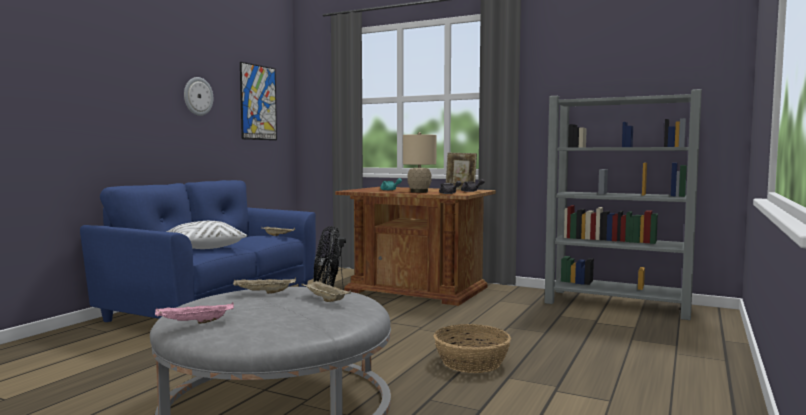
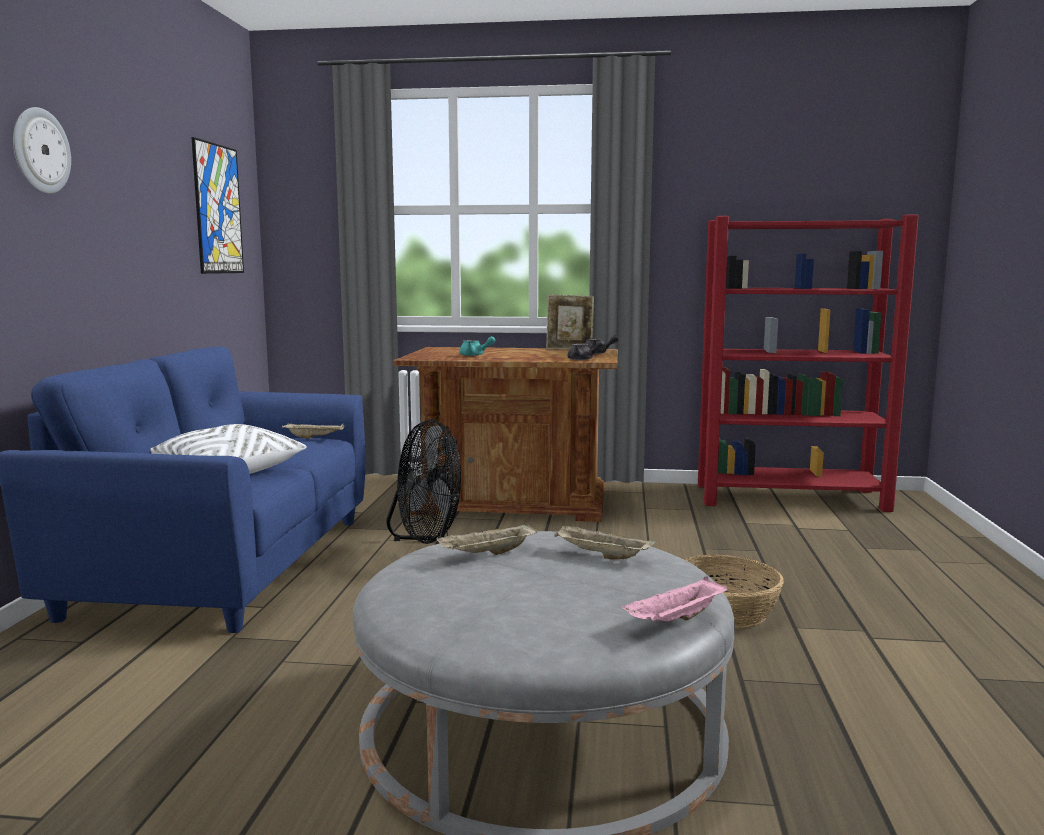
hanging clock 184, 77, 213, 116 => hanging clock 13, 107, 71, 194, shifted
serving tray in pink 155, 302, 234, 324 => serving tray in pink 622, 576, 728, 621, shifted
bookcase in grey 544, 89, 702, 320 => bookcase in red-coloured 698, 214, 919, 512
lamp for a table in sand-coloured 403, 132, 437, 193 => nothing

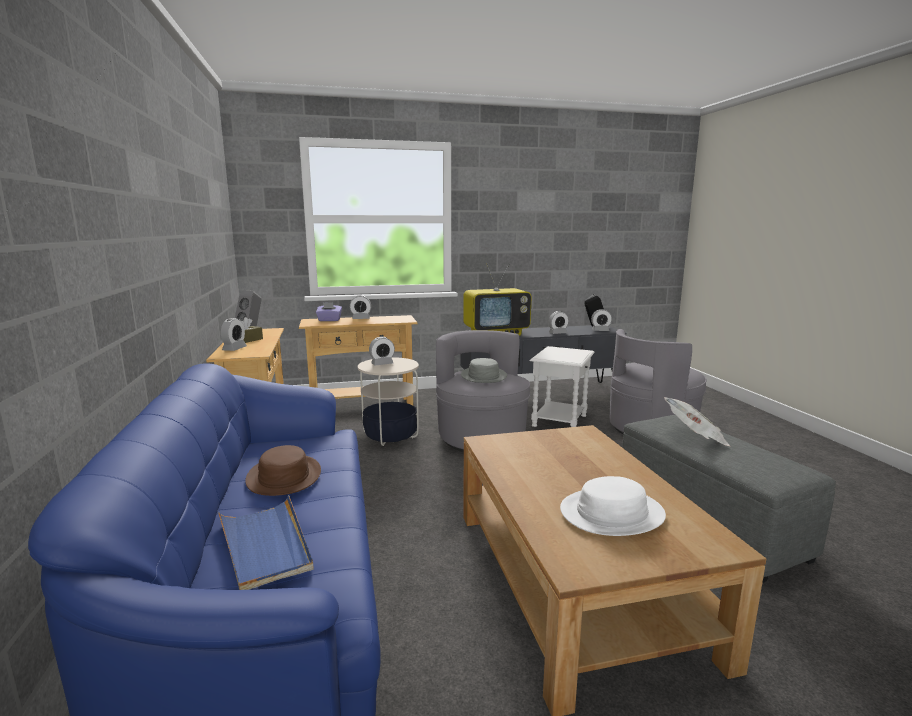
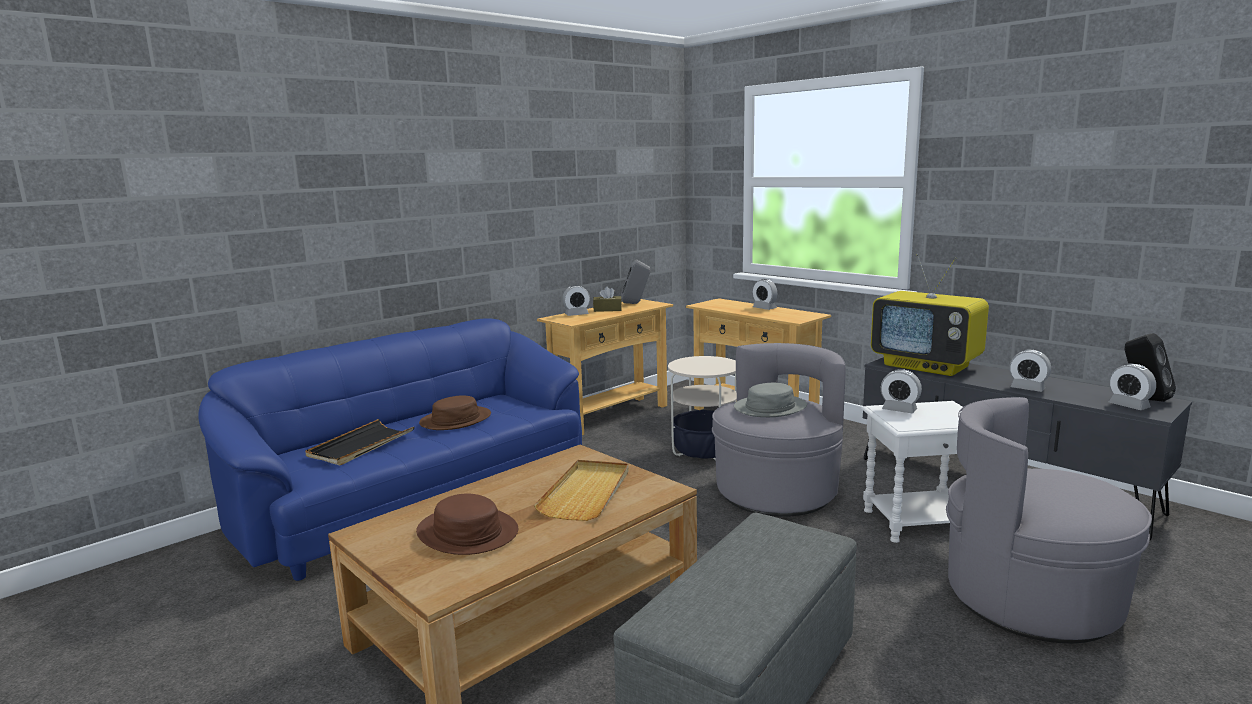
serving tray in blue-coloured 218, 495, 314, 590 => serving tray in black-coloured 305, 419, 415, 466
hat in whitish 560, 476, 666, 536 => hat in brownish 416, 493, 518, 555
nothing => serving tray in sand-coloured 534, 460, 629, 521
bedside clock 369, 337, 395, 366 => bedside clock 881, 369, 922, 413, shifted
box of tissues in purplish 316, 302, 342, 321 => nothing
printed paper 664, 397, 730, 446 => nothing

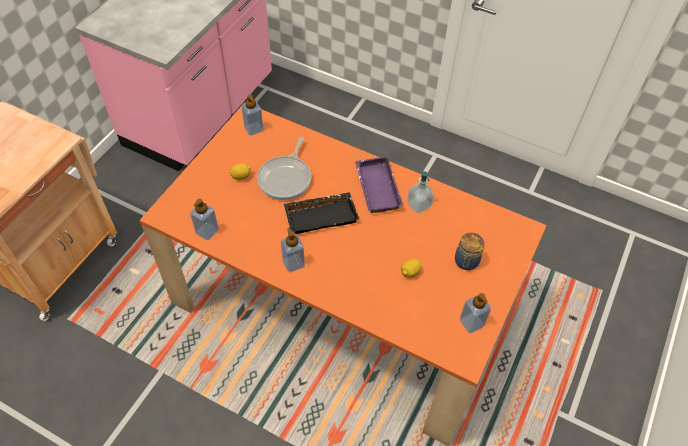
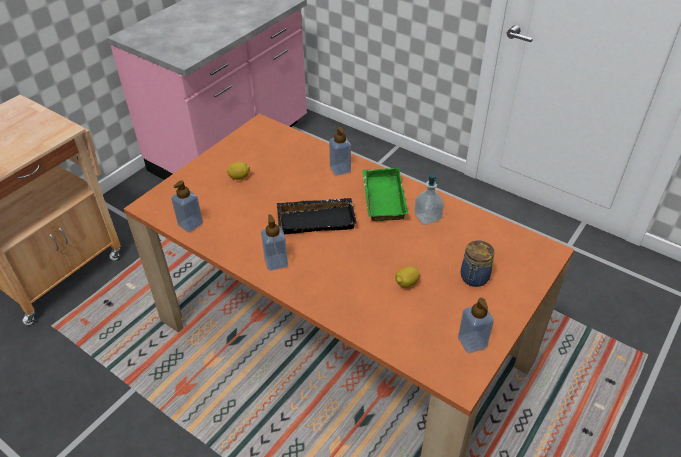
soap dispenser 241, 94, 264, 136 => soap dispenser 329, 127, 351, 176, shifted
serving tray in purplish 355, 156, 403, 213 => serving tray in greenish 362, 168, 408, 221
skillet 257, 136, 311, 200 => nothing

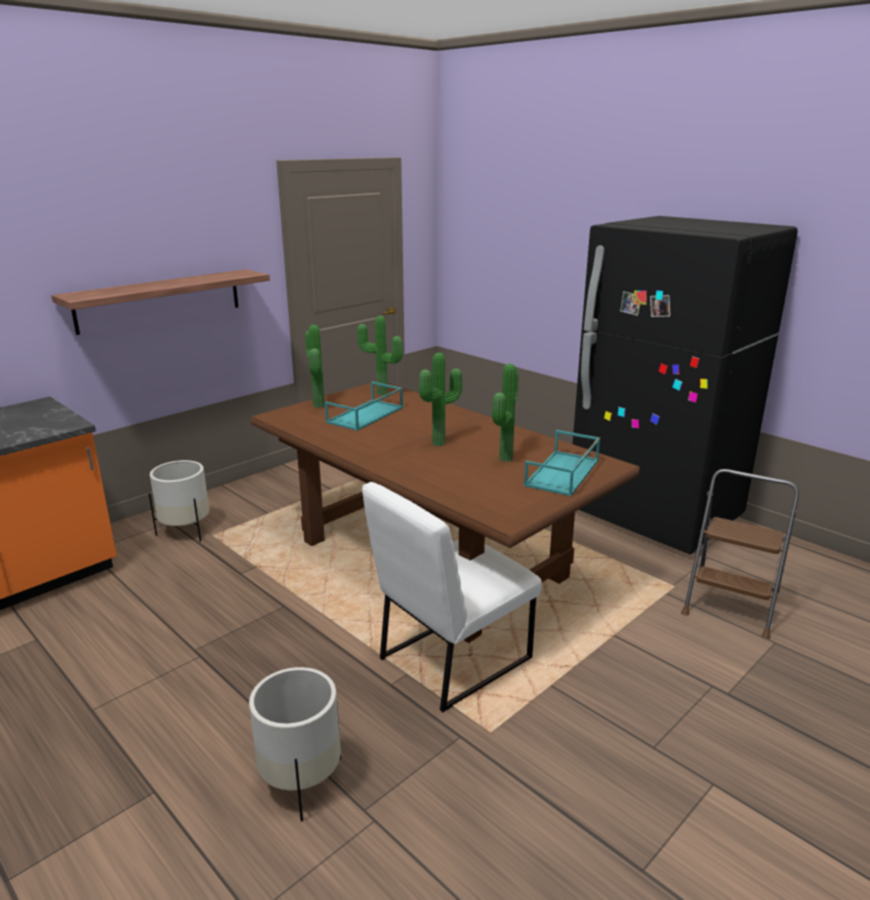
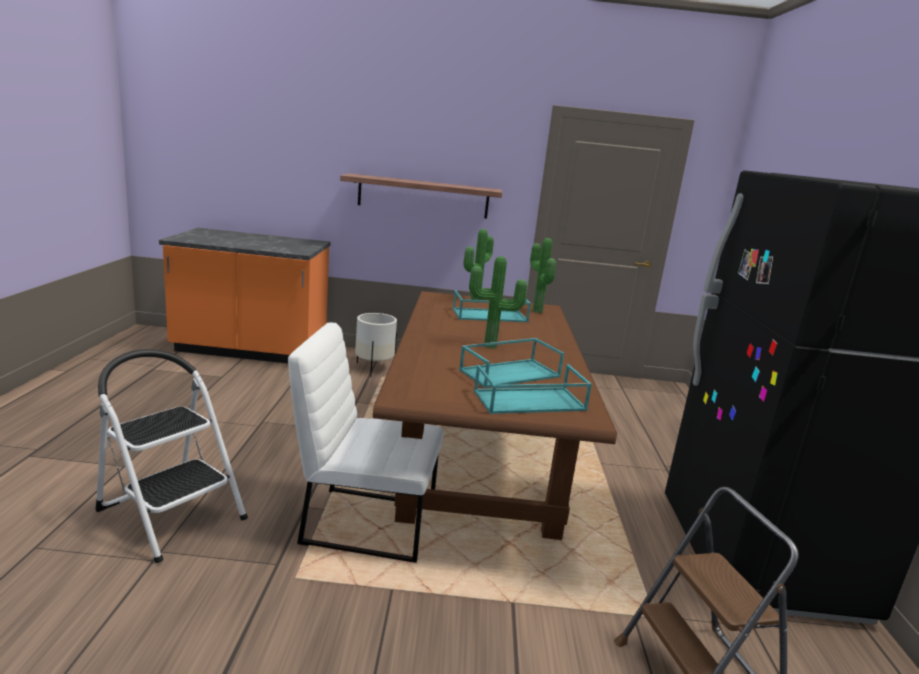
flower pot in whitish 249, 667, 341, 821 => stepladder 96, 349, 248, 563
plant in a pot 492, 364, 518, 462 => serving tray in turquoise-coloured 459, 338, 564, 388

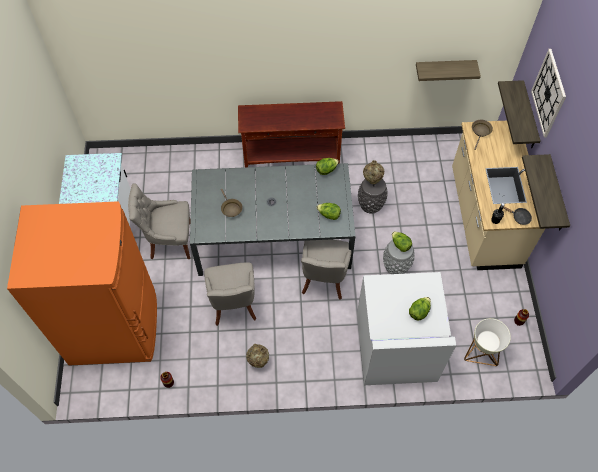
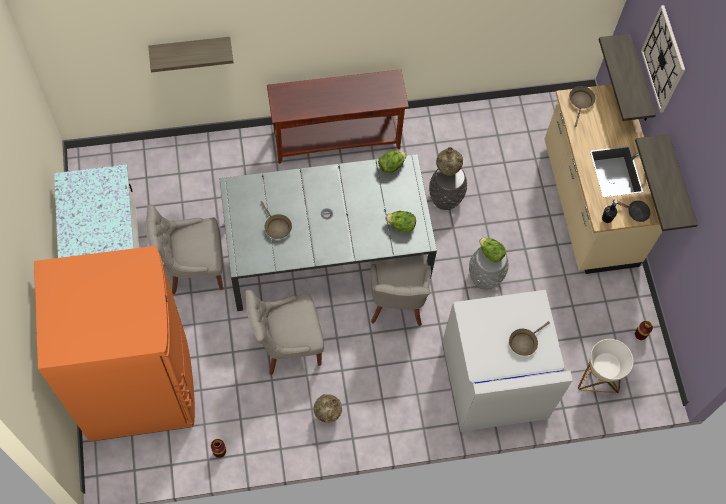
wall shelf 416, 60, 481, 81 => wall shelf 148, 37, 234, 72, shifted
upright chair in grey 204, 262, 256, 326 => upright chair in grey 245, 290, 324, 375, 90 degrees clockwise
lettuce head 409, 297, 431, 320 => skillet in brownish 509, 321, 550, 356

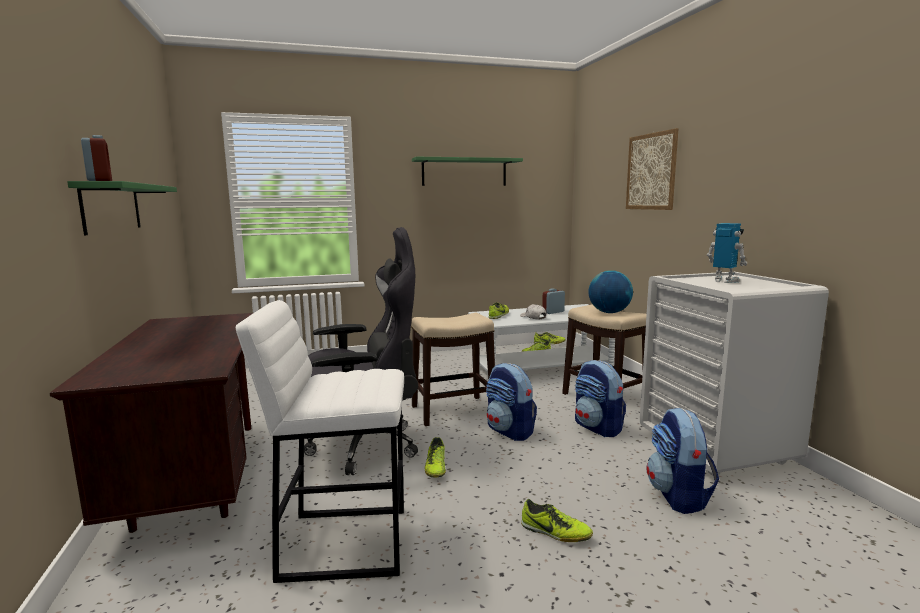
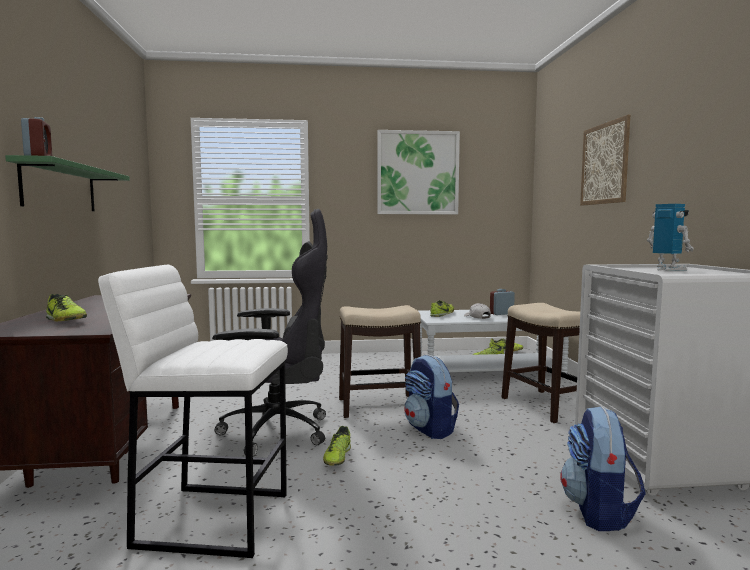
item of footwear 521, 499, 593, 542 => item of footwear 46, 294, 87, 321, shifted
wall shelf in greenish 412, 157, 523, 186 => wall art 377, 130, 460, 214
rucksack 575, 360, 626, 437 => nothing
world globe 588, 270, 633, 313 => nothing

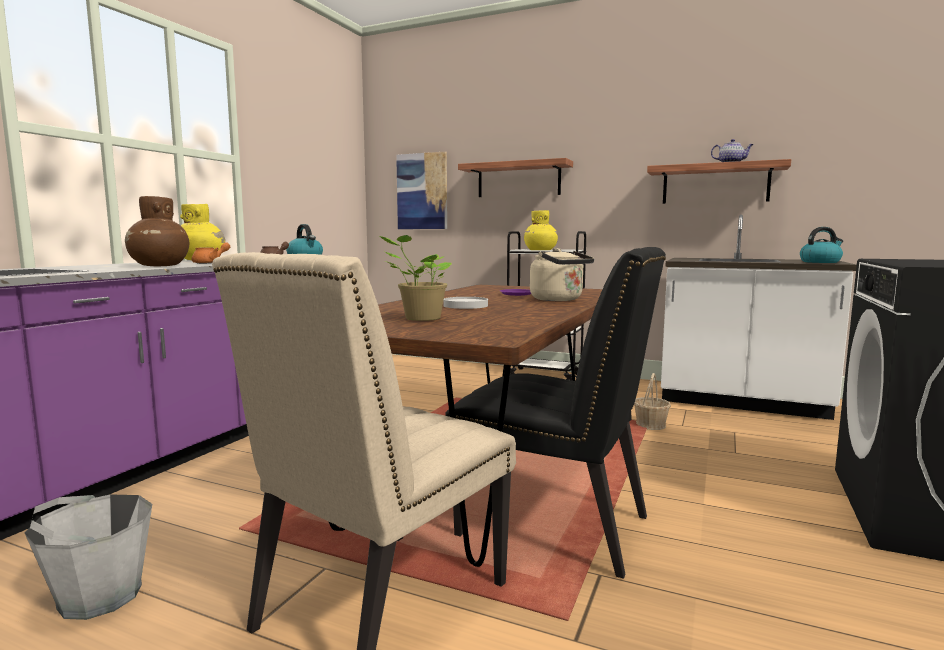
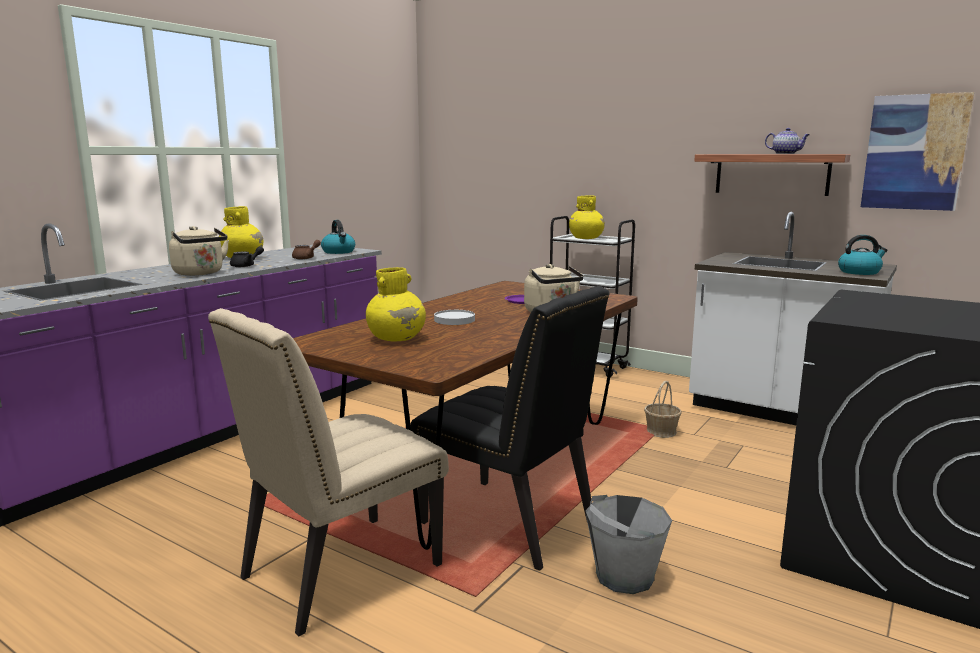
flower vase in brownish 125, 196, 189, 266 => water kettle in sand-coloured 169, 226, 229, 276
teapot in orangey 191, 242, 230, 264 => teapot in black-coloured 230, 246, 264, 267
plant in a pot 380, 235, 452, 321 => flower vase in yellow 366, 267, 426, 341
pail in grey 25, 494, 152, 620 => pail in grey 585, 495, 672, 594, shifted
wall art 396, 152, 447, 229 => wall art 861, 92, 974, 211, shifted
wall shelf 458, 158, 573, 197 => nothing

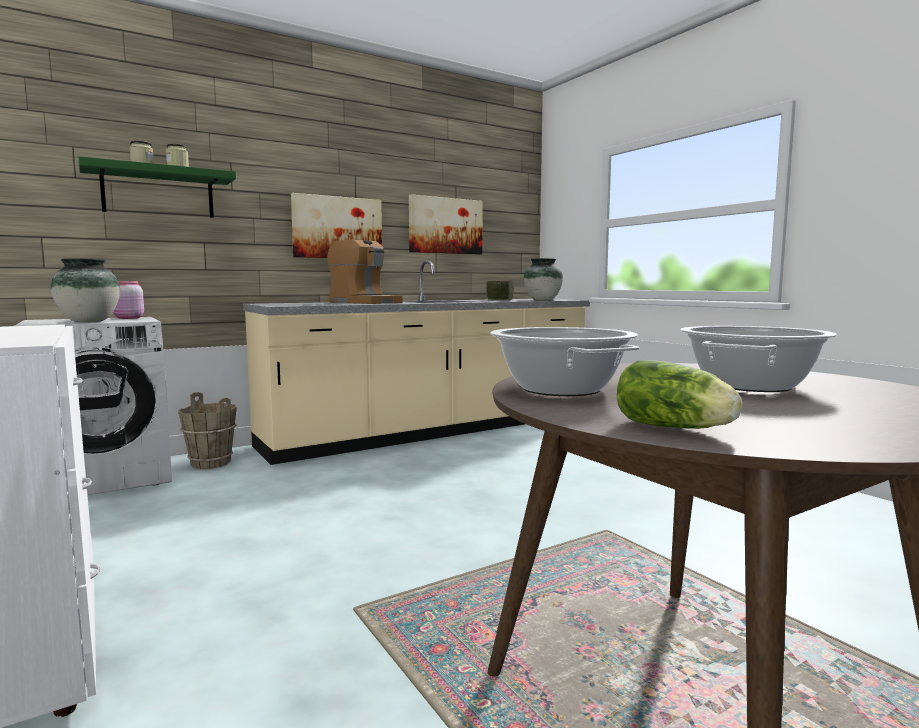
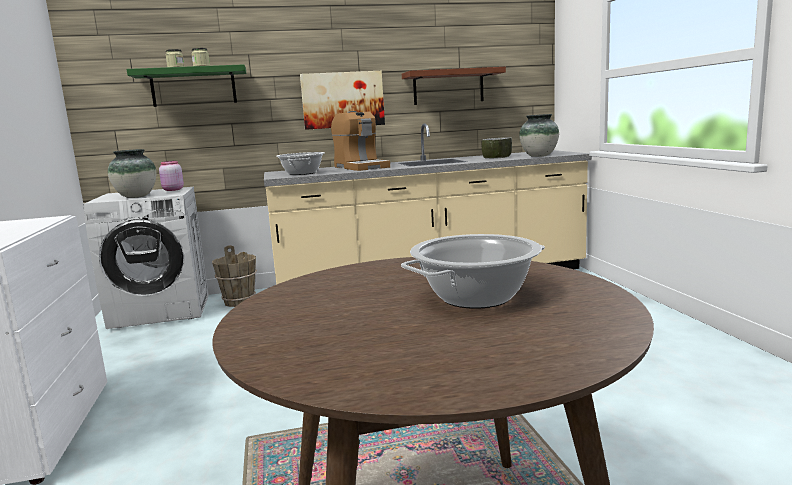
saucepot 490, 327, 639, 396 => saucepot 276, 152, 325, 175, shifted
wall art 409, 194, 483, 255 => wall shelf in brownish 402, 67, 506, 105
lettuce head 617, 360, 742, 429 => nothing

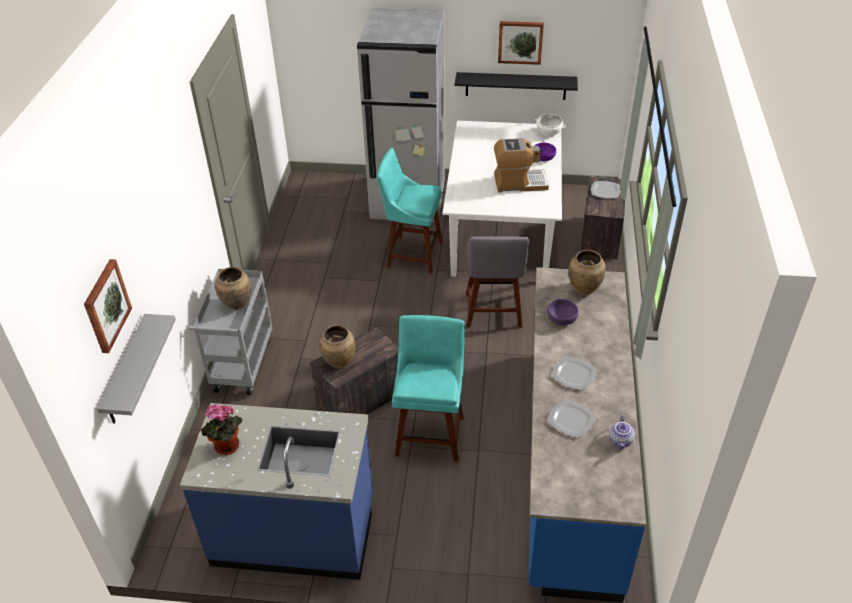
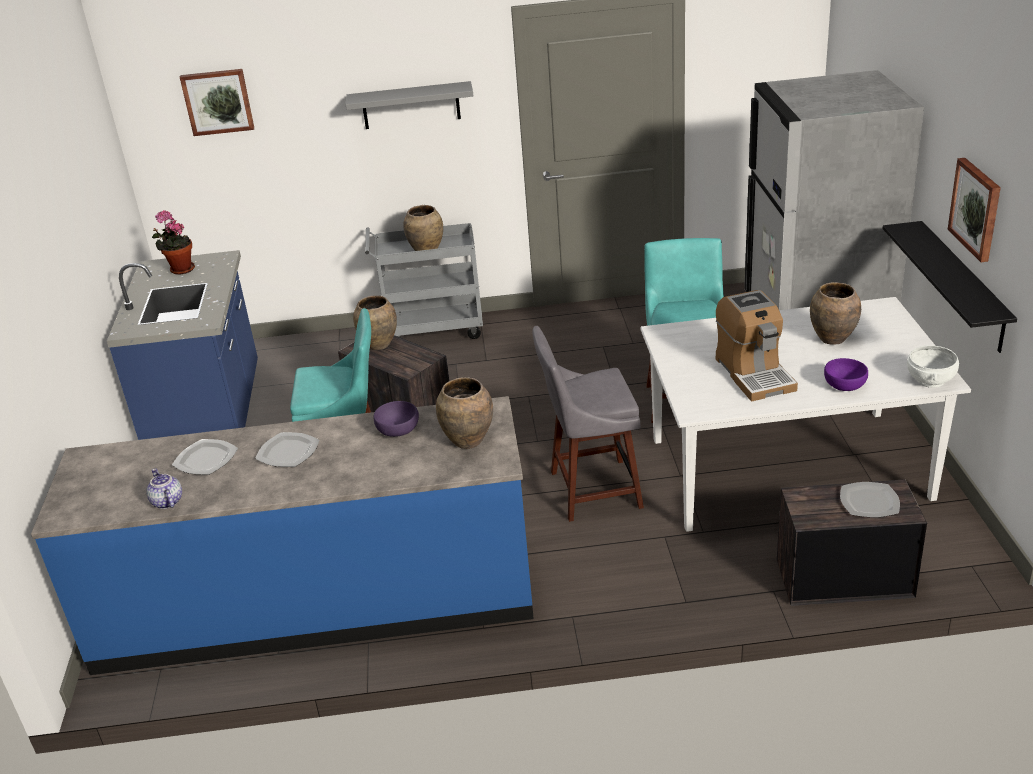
teapot 609, 415, 635, 449 => teapot 146, 468, 182, 509, 60 degrees clockwise
wall shelf in grey 97, 314, 176, 424 => wall shelf in grey 346, 81, 473, 129, shifted
nothing => flower vase in brownish 810, 282, 861, 345

